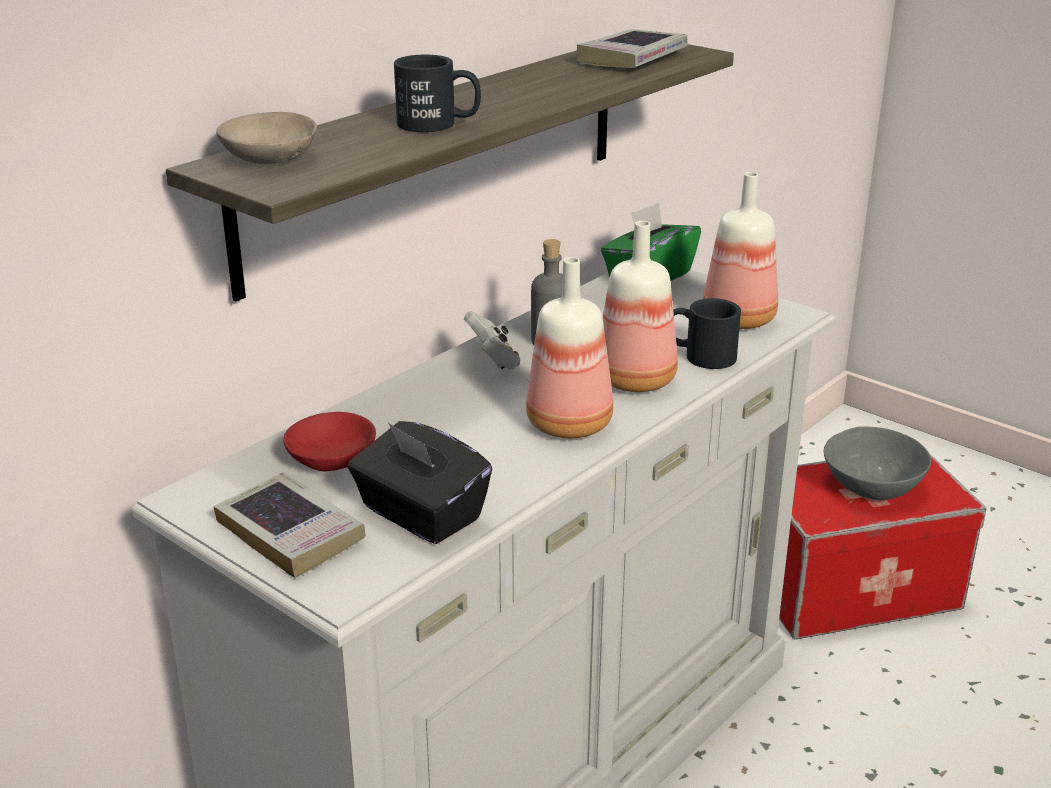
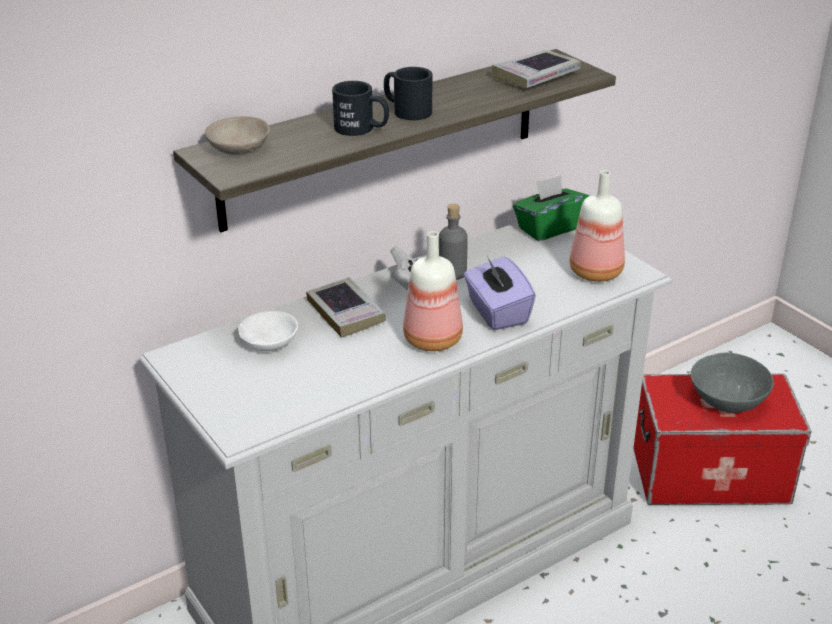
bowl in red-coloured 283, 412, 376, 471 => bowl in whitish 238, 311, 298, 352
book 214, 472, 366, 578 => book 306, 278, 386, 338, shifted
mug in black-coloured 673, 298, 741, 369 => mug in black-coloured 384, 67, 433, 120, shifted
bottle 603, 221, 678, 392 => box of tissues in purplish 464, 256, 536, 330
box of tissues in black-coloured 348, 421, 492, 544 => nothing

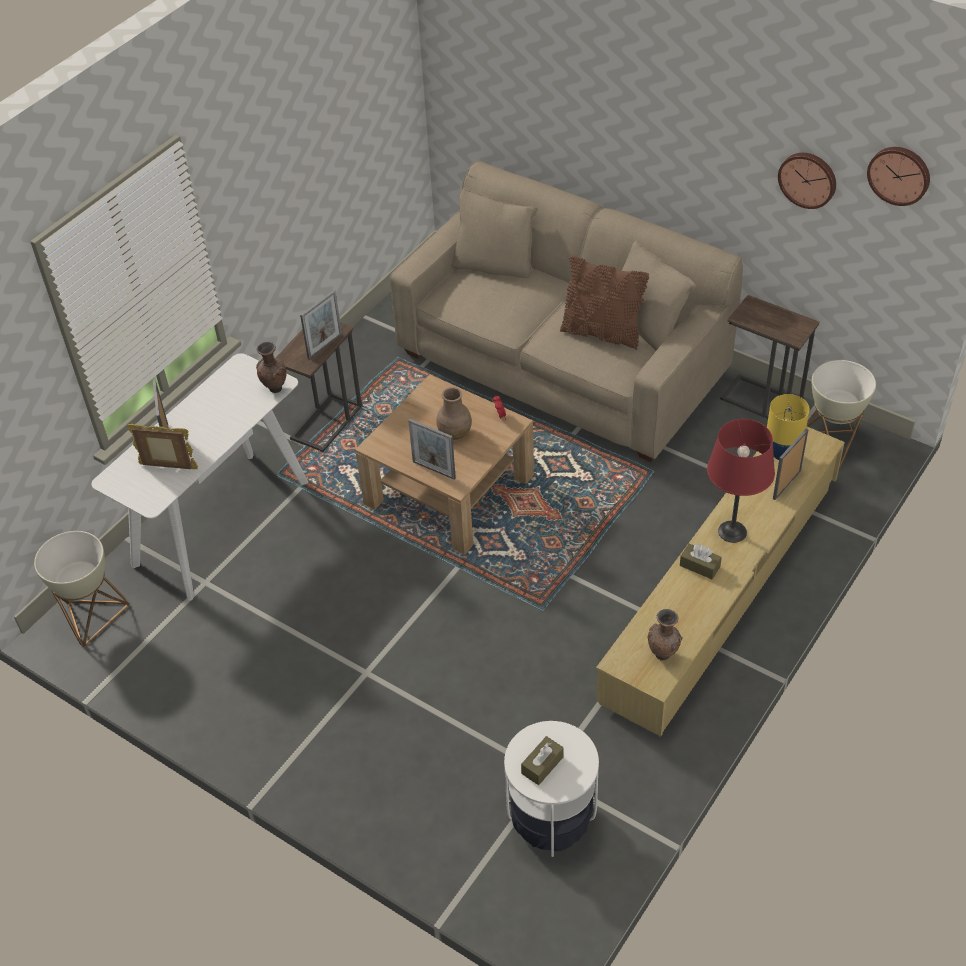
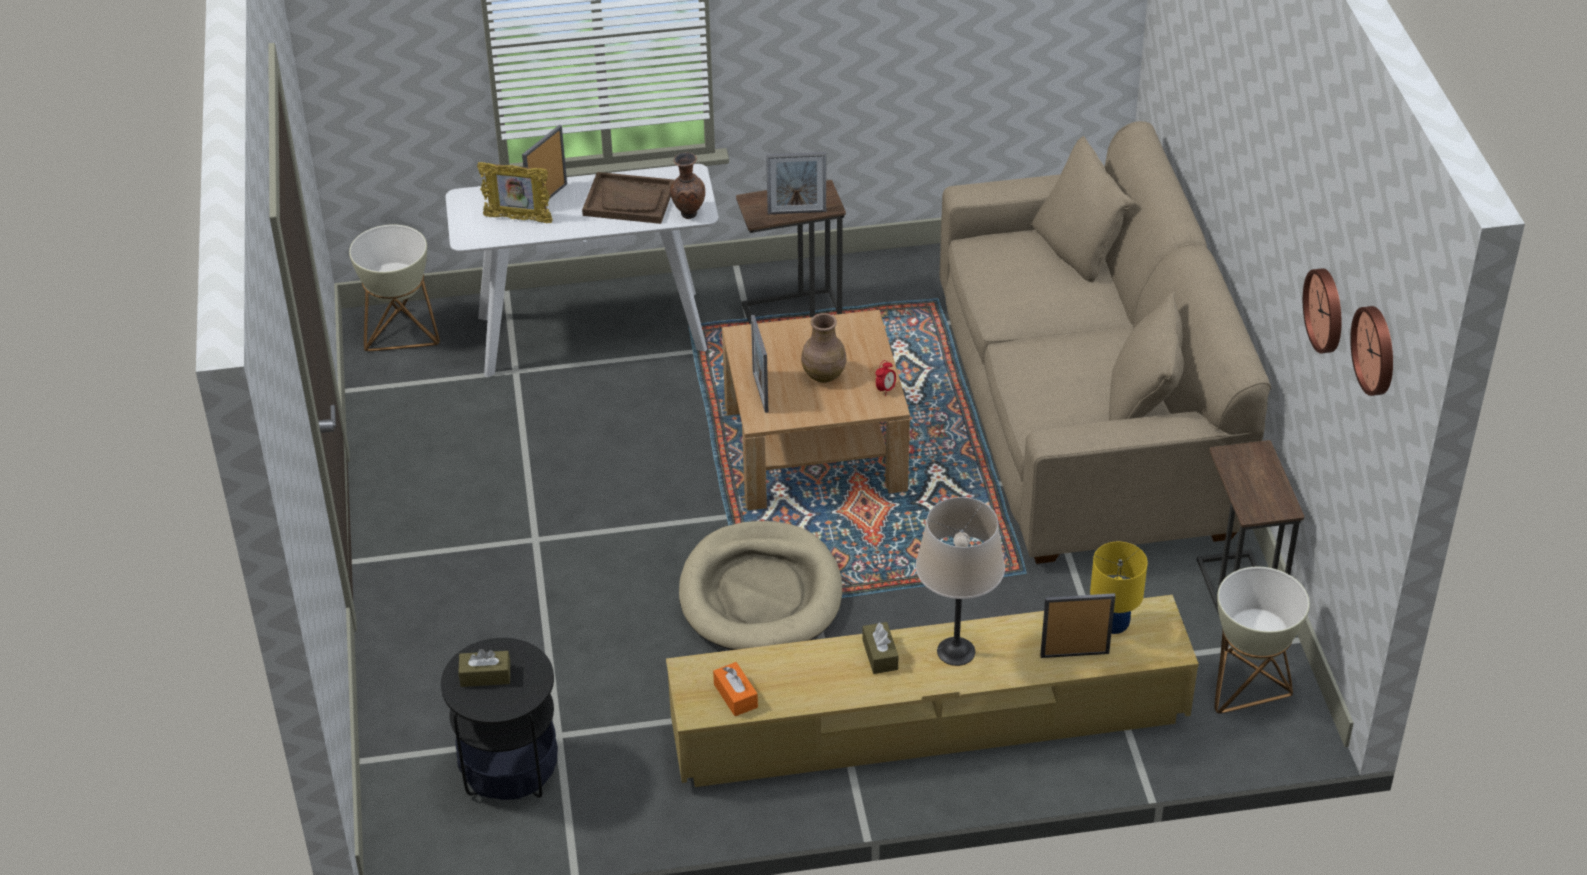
accent table in whitish 504, 721, 599, 857 => accent table in black-coloured 441, 638, 558, 800
picture frame 128, 424, 198, 469 => picture frame 477, 162, 553, 223, 135 degrees clockwise
nothing => serving tray in brownish 582, 172, 674, 224
nothing => pet bed in sand-coloured 679, 521, 842, 650
flower vase in brownish 648, 609, 683, 660 => box of tissues in orangey 713, 662, 758, 716
lamp for a table in red-coloured 707, 419, 775, 543 => lamp for a table in sand-coloured 916, 497, 1005, 666
cushion in brownish 560, 255, 649, 350 => nothing

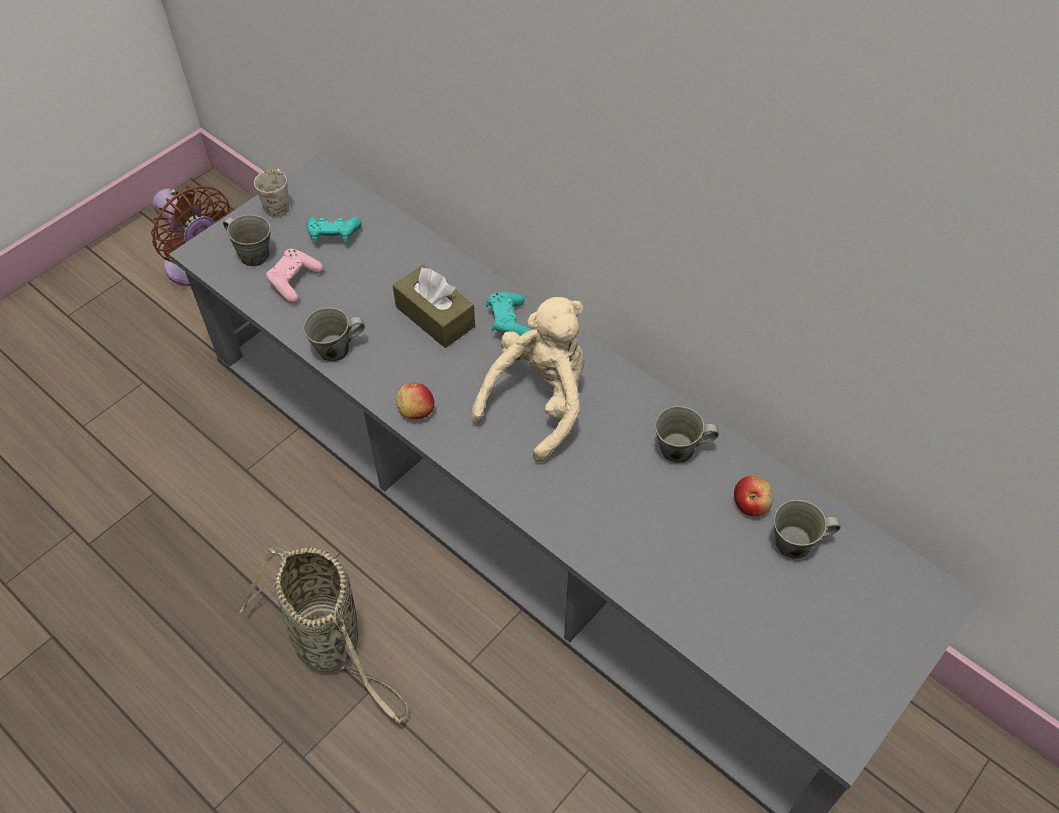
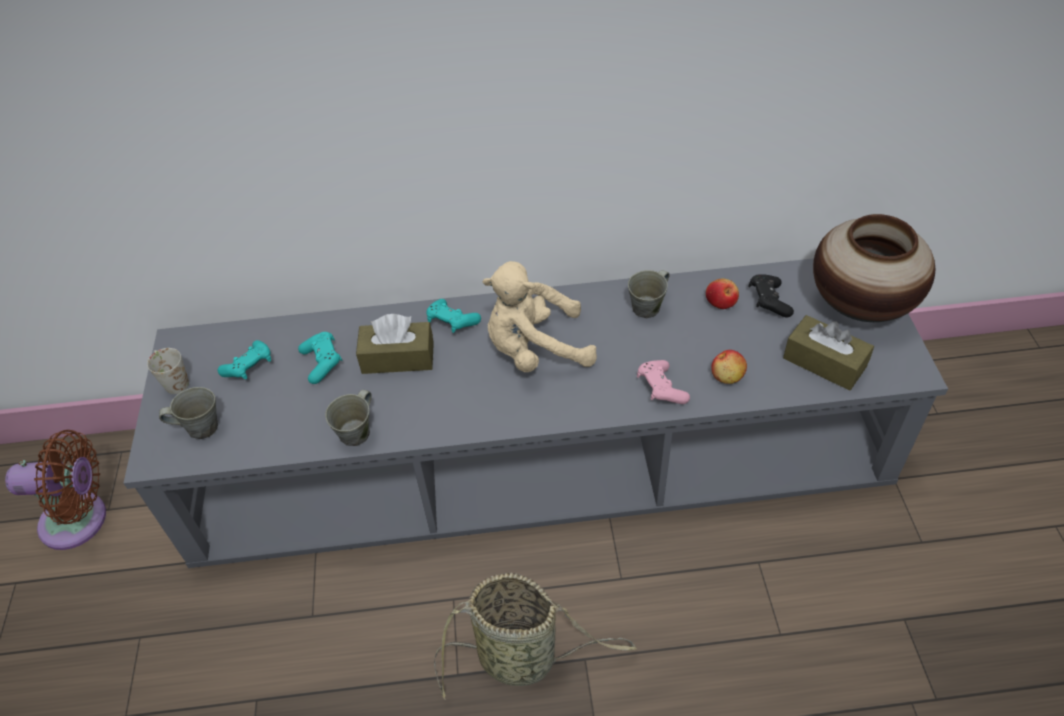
nothing => joypad in turquoise-coloured 298, 332, 342, 384
cuddly toy in sand-coloured 471, 297, 585, 462 => cuddly toy in sand-coloured 483, 261, 597, 372, 90 degrees counterclockwise
joypad in pink 266, 249, 324, 303 => joypad in pink 637, 360, 690, 404, shifted
apple fruit 396, 383, 434, 419 => apple fruit 711, 350, 747, 384, shifted
mug in grey 774, 500, 840, 559 => joypad in black-coloured 748, 274, 794, 318
nothing => box of tissues in brownish 783, 315, 874, 391
nothing => flower vase 813, 214, 935, 322

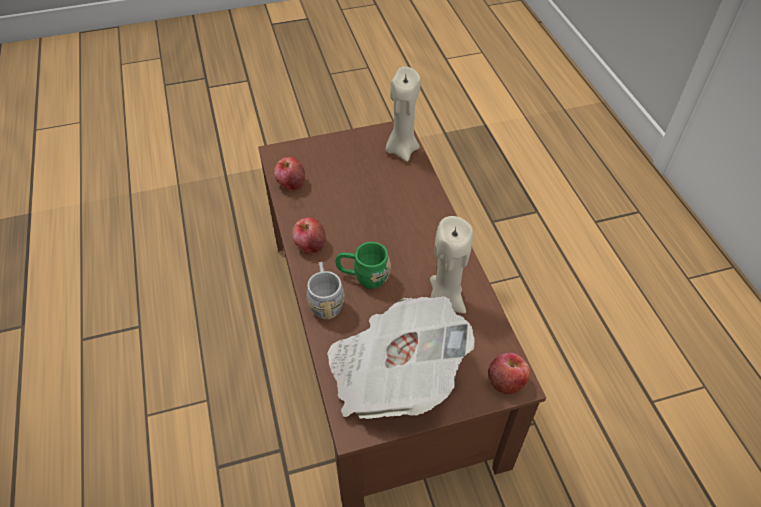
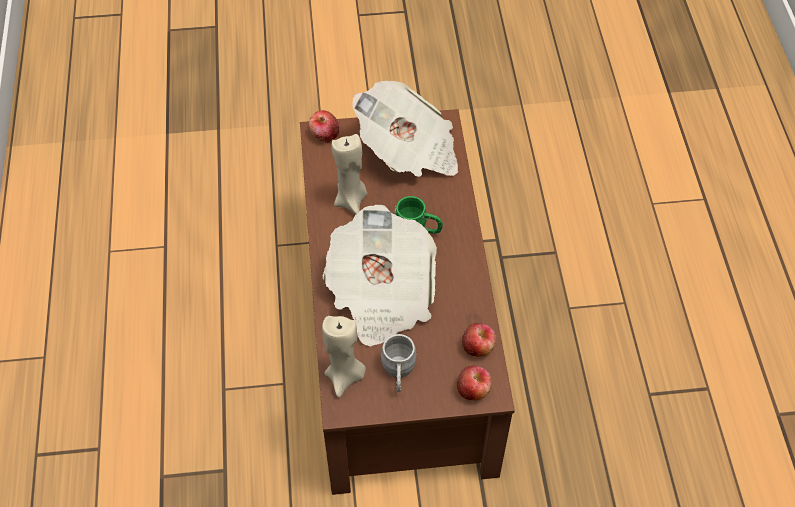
nothing => printed paper 322, 205, 437, 347
mug in grey 307, 262, 345, 320 => mug in grey 381, 334, 417, 392, shifted
apple fruit 292, 217, 326, 254 => apple fruit 457, 366, 492, 401, shifted

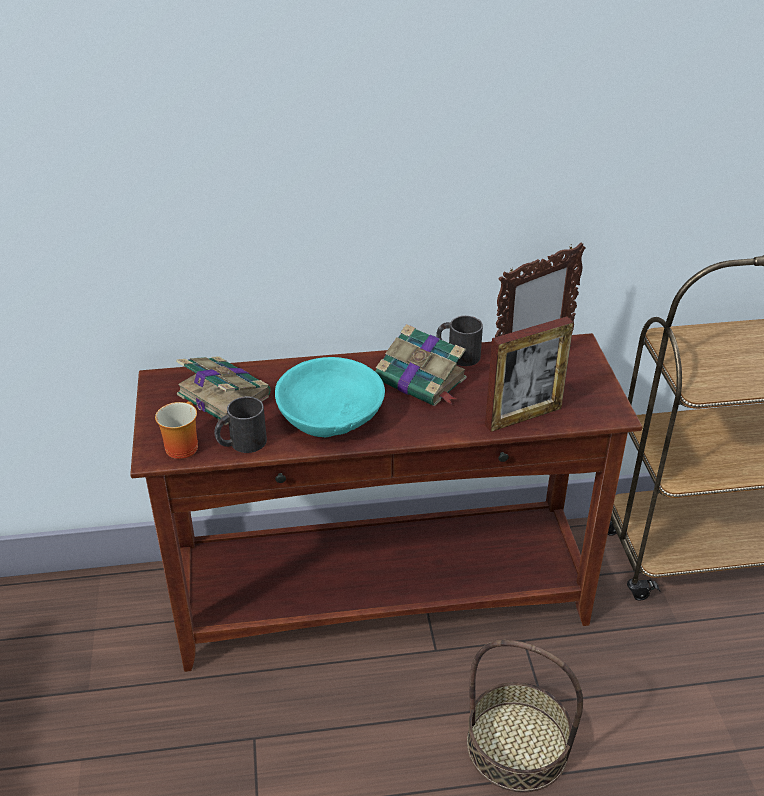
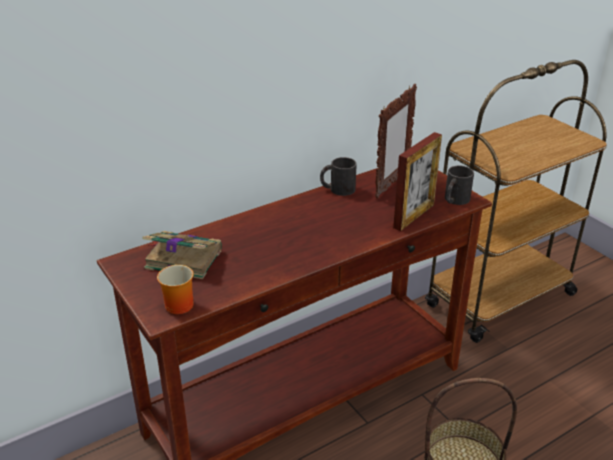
mug in black-coloured 214, 396, 267, 453 => mug in black-coloured 445, 166, 474, 205, shifted
bowl in turquoise-coloured 275, 357, 385, 438 => nothing
book 375, 324, 467, 406 => nothing

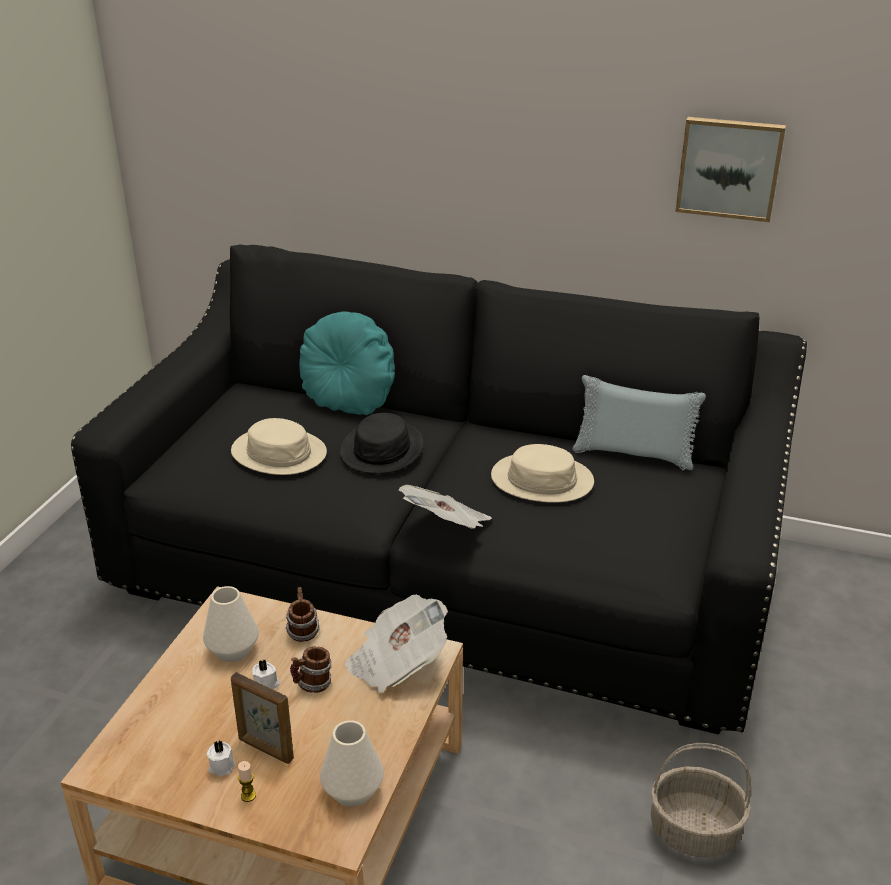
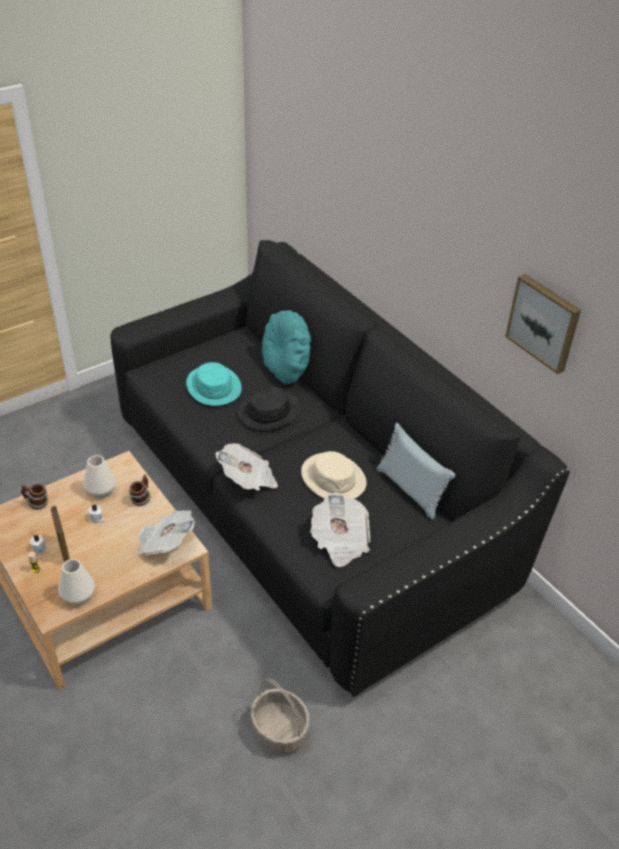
mug 290, 646, 332, 693 => mug 21, 483, 48, 509, shifted
hat in sand-coloured 231, 418, 327, 475 => hat in turquoise-coloured 186, 362, 242, 406
nothing => printed paper 310, 492, 370, 568

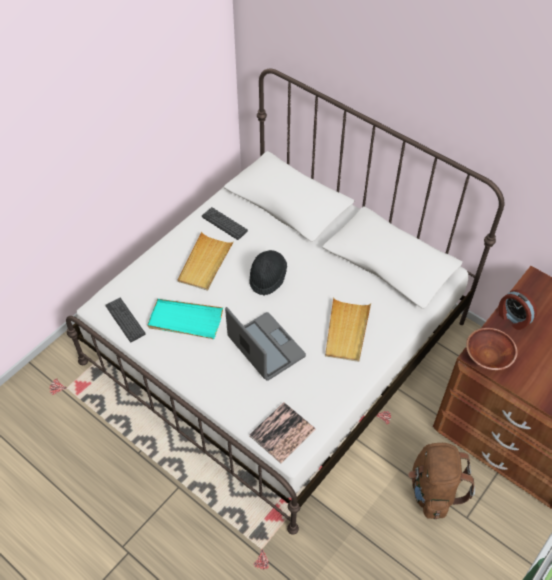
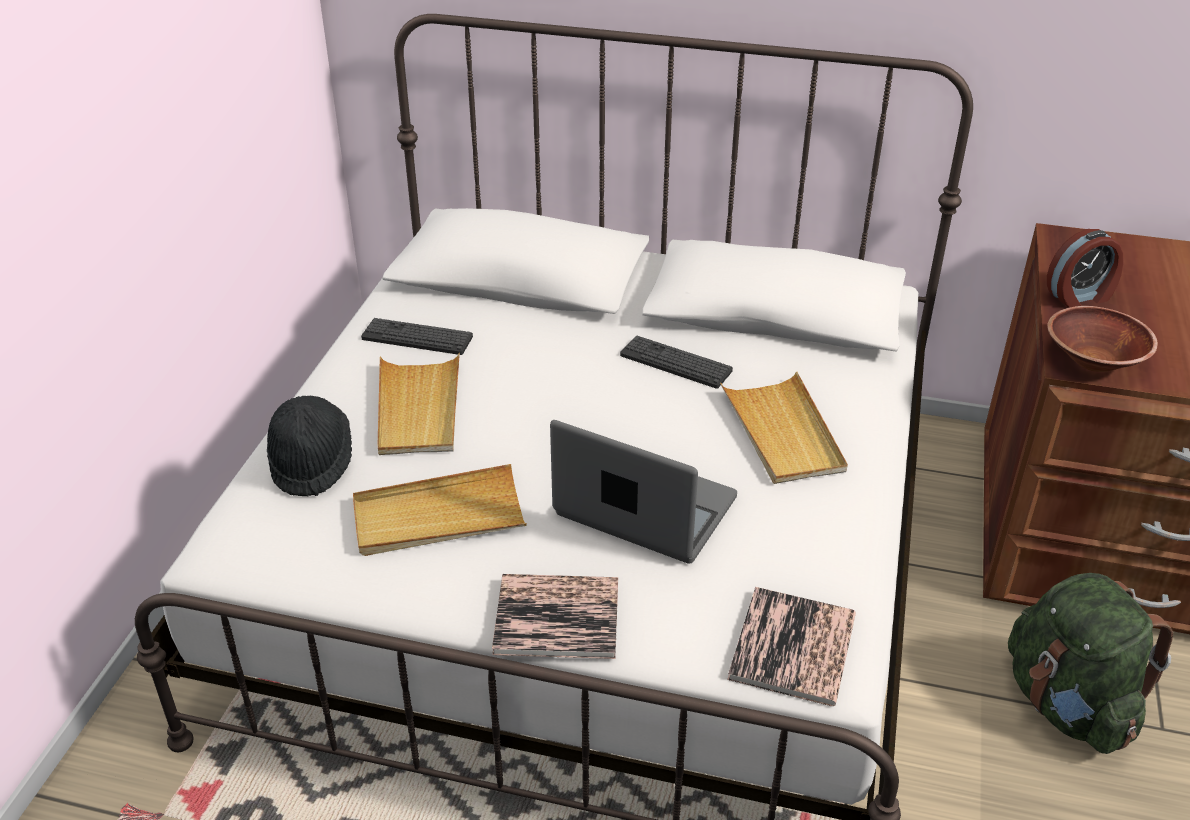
hat in black-coloured 250, 250, 287, 296 => hat in black-coloured 267, 396, 352, 496, shifted
serving tray in turquoise-coloured 147, 299, 223, 339 => serving tray in sand-coloured 353, 464, 527, 556
nothing => book 492, 574, 618, 659
PC keyboard 105, 298, 146, 342 => PC keyboard 620, 336, 733, 389, shifted
rucksack in brownish 408, 443, 475, 519 => rucksack in greenish 1008, 573, 1173, 754
bedside clock 498, 290, 537, 330 => bedside clock 1047, 229, 1123, 308, 45 degrees counterclockwise

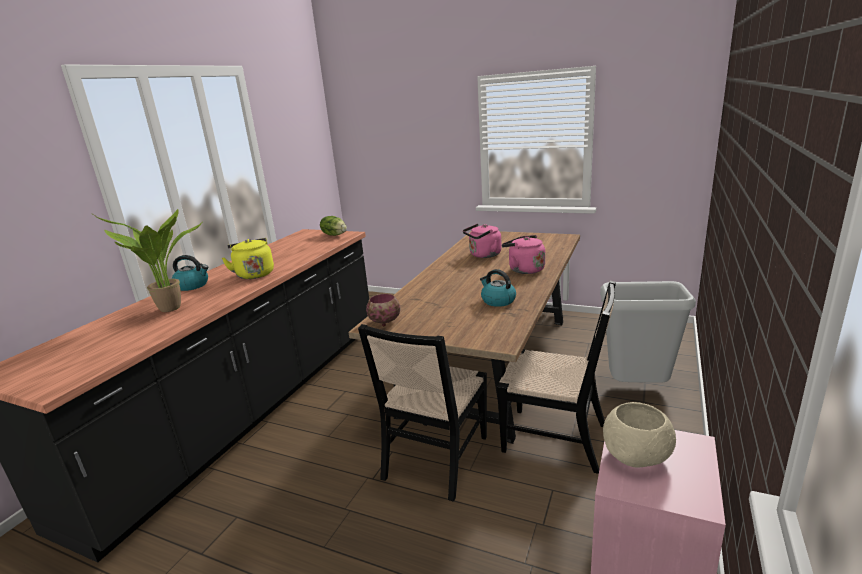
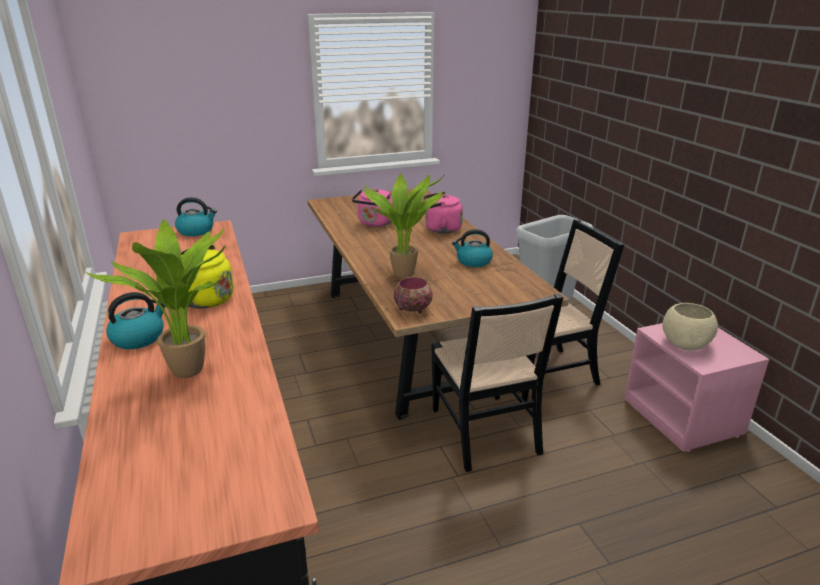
lettuce head 320, 216, 347, 236 => water kettle 175, 197, 217, 236
nothing => plant in a pot 363, 173, 444, 278

